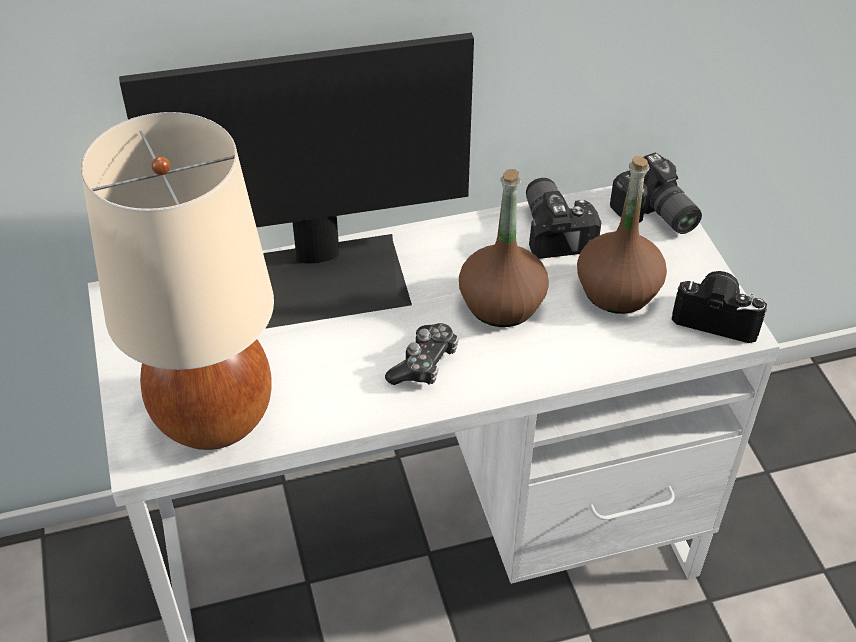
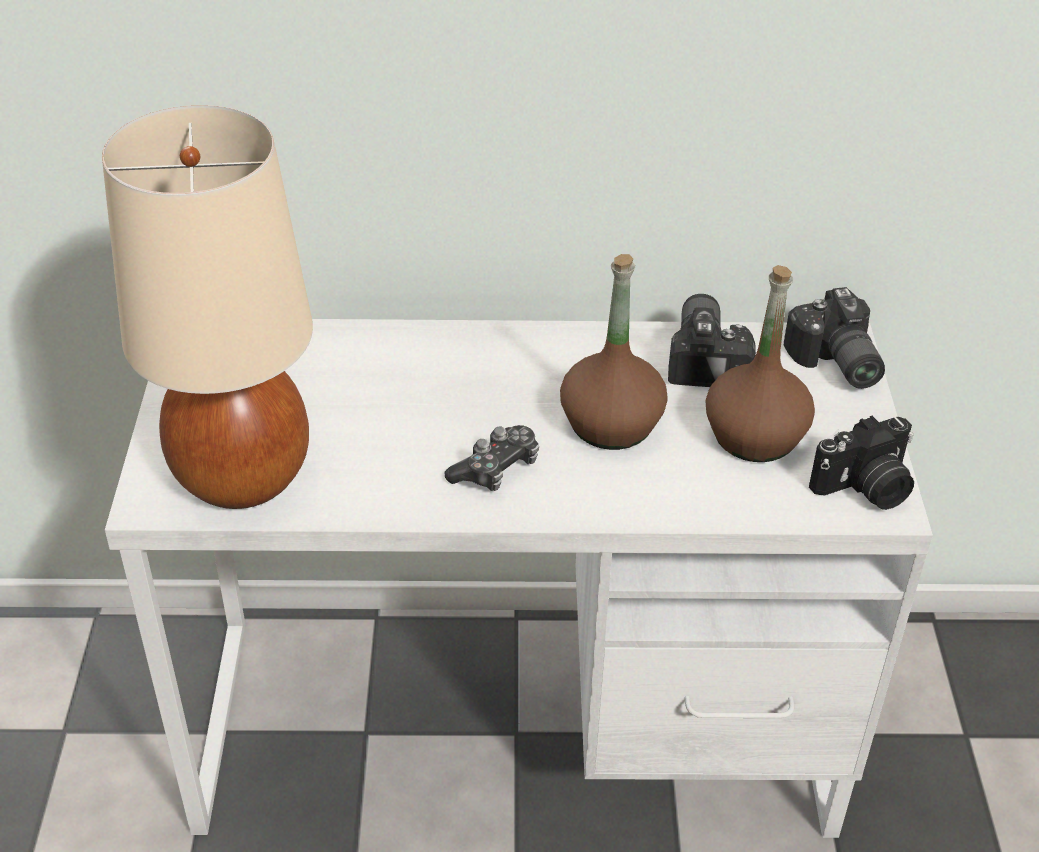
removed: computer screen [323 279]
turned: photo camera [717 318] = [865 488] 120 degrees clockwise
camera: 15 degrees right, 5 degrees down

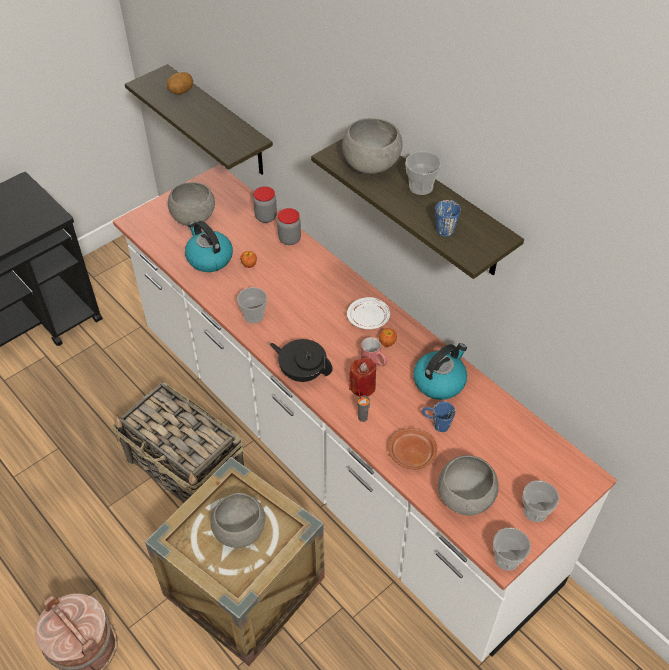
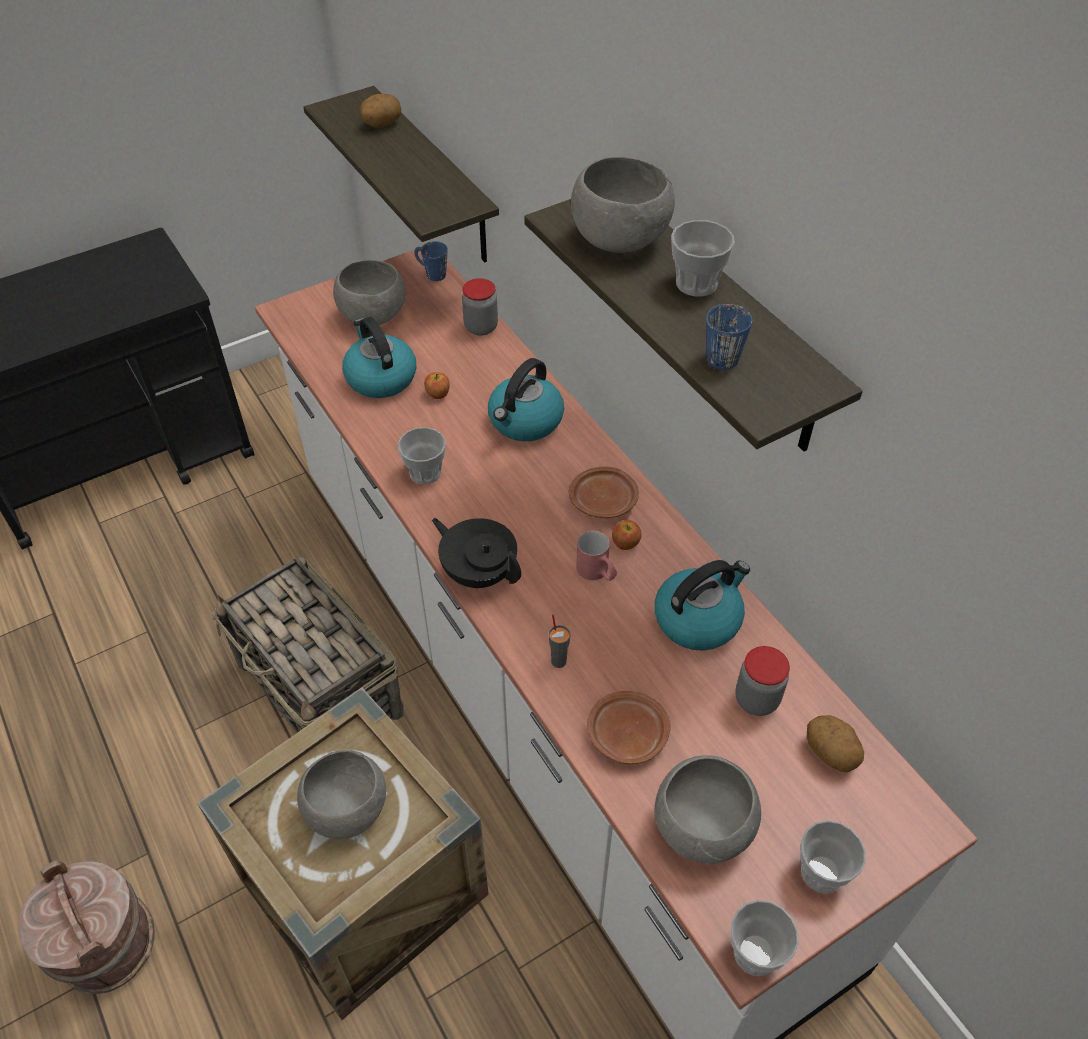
removed: reddish wax candle [362 386]
added: water kettle [525 421]; potato [831 753]
moved: bluish tea mug [436 423] to [431 273]; storage jar [289 239] to [756 699]
recoloured: whitish flat dish [368 318] to brown flat dish [604 501]
camera: 10 degrees right, 0 degrees up

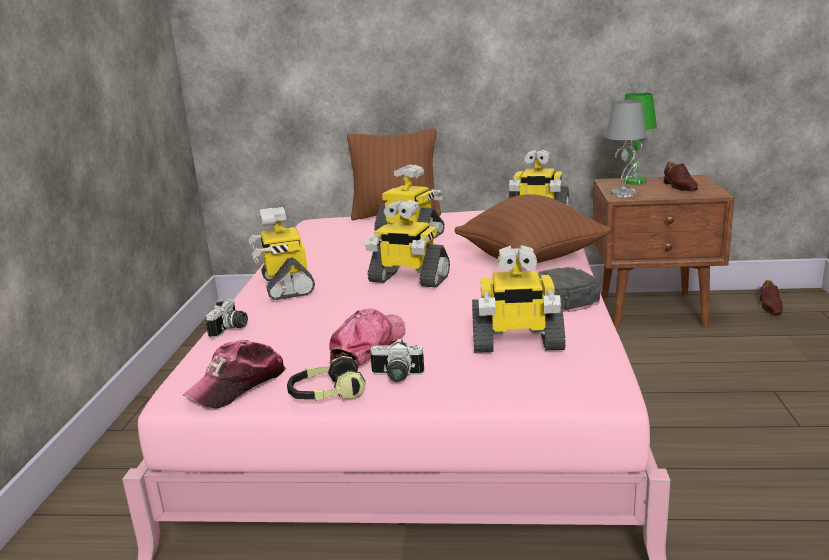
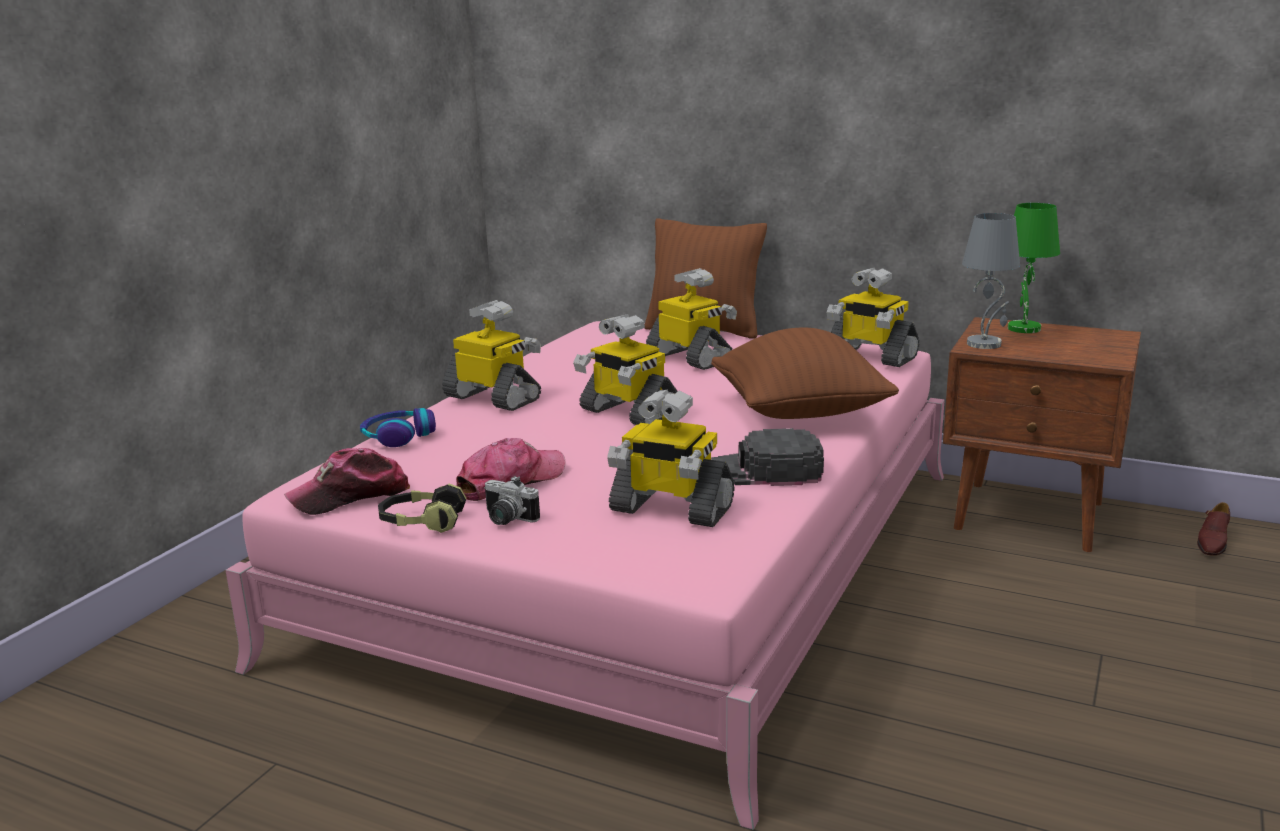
removed: brown low shoe [679 187]
replaced: photo camera [231 329] to headphones [398 437]
turned: robot figure [286 286] = [494 398] 120 degrees clockwise
camera: 20 degrees right, 0 degrees up

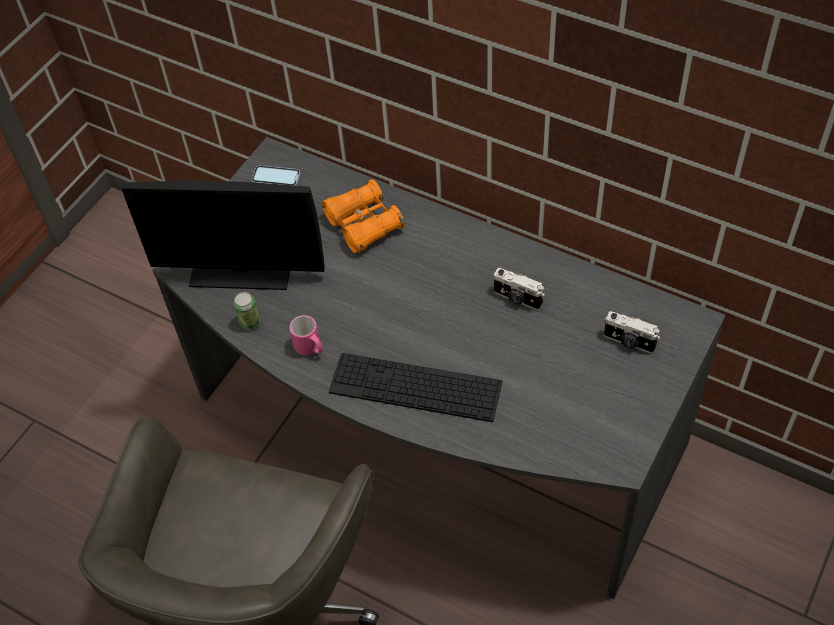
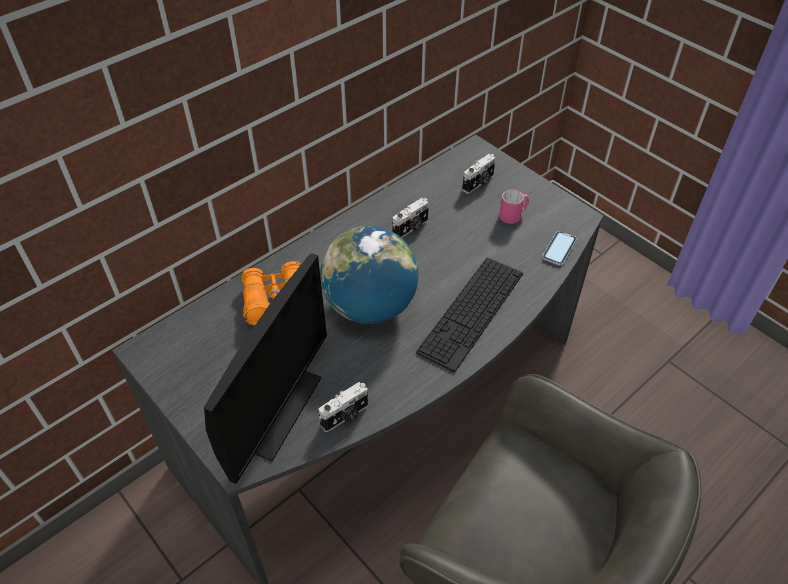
added: world globe [370 306]
moved: pink tea mug [310 348] to [513 216]; telephone [276 177] to [559 249]
replaced: sealed can [249 322] to photo camera [345 416]
camera: 75 degrees left, 5 degrees down

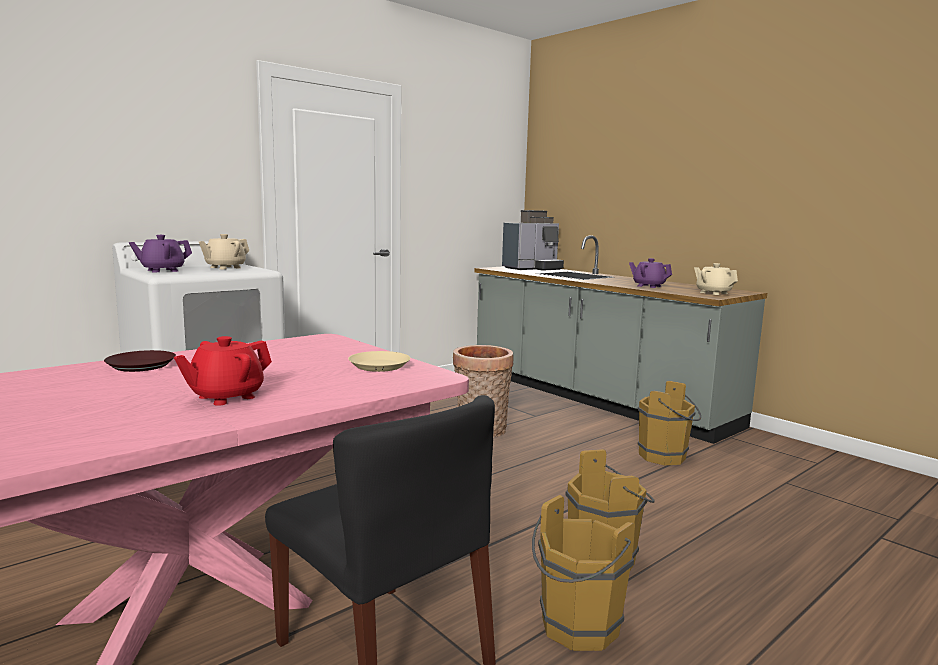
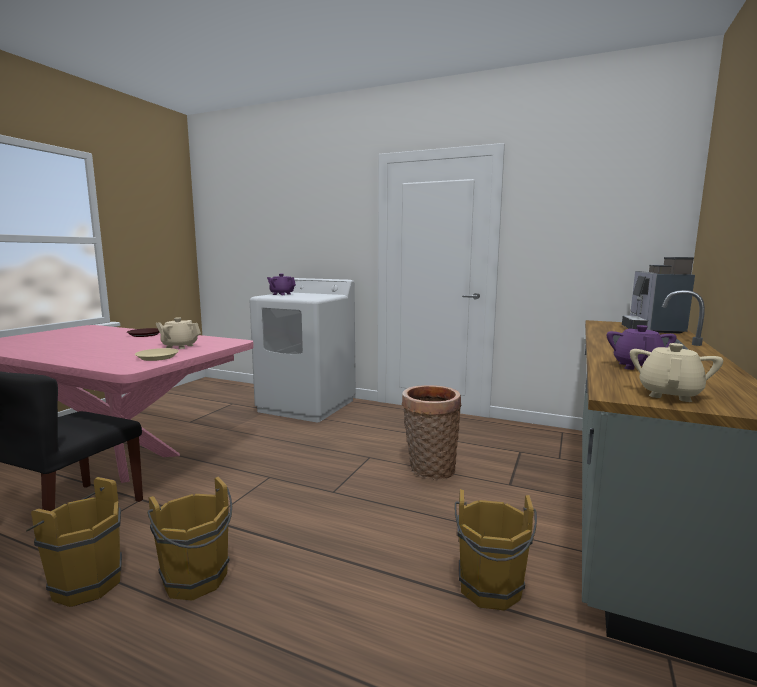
removed: reddish pot for tea [226 397]
moved: beige-coloured pot for tea [225 267] to [179 346]
turned: coffee maker [533 268] = [652 328] 75 degrees clockwise
camera: 65 degrees right, 0 degrees up

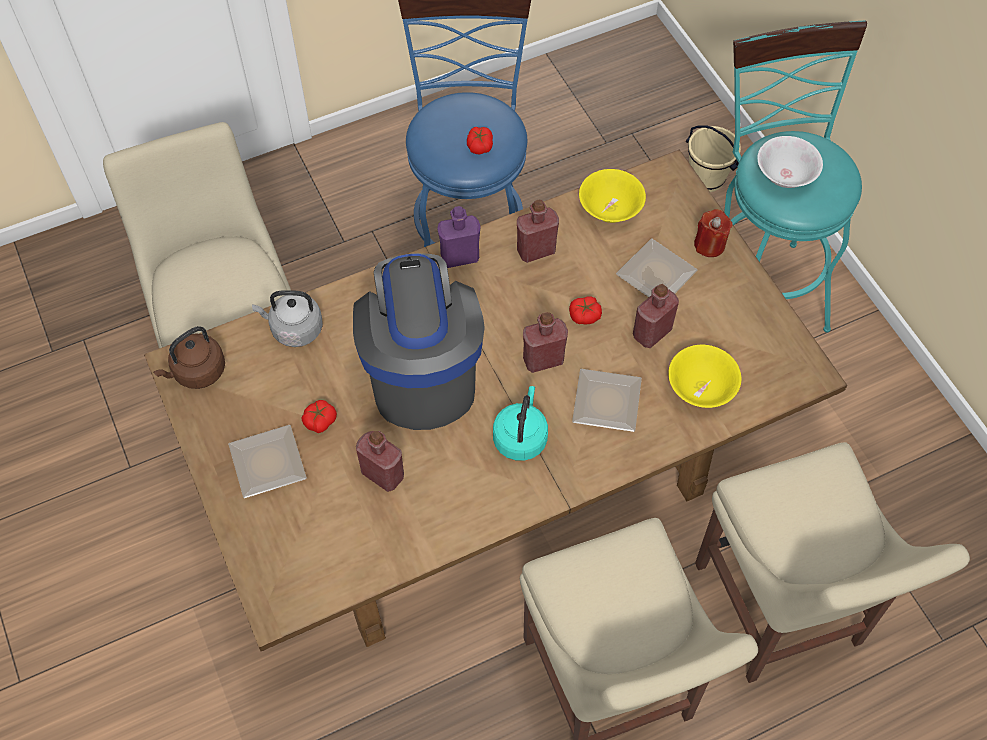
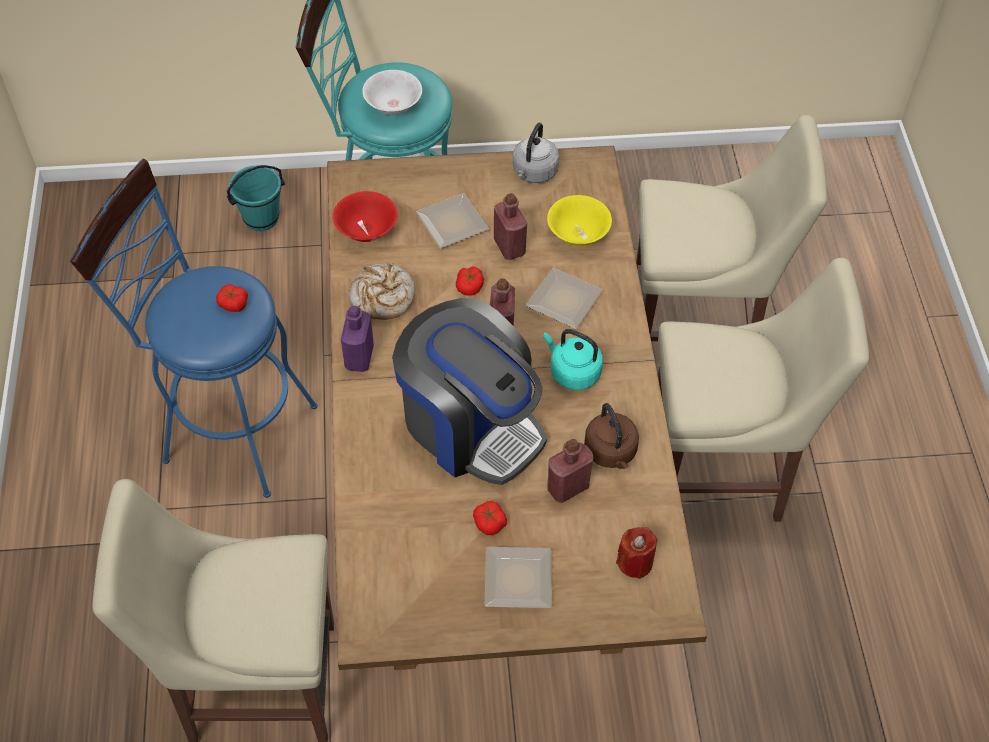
moved: greyish water kettle [294 329] to [534 173]; brown water kettle [197 372] to [611 453]; reddish wax candle [709 245] to [635 562]
replaced: reddish beverage bottle [536 250] to bread [382 298]
recoloured: beige-coloured bucket [707 179] to blue-green bucket [261 218]; yellow serving bowl [610 210] to reddish serving bowl [366 230]
turned: coffee maker [421 370] = [470 425] 150 degrees counterclockwise
camera: 70 degrees left, 5 degrees down

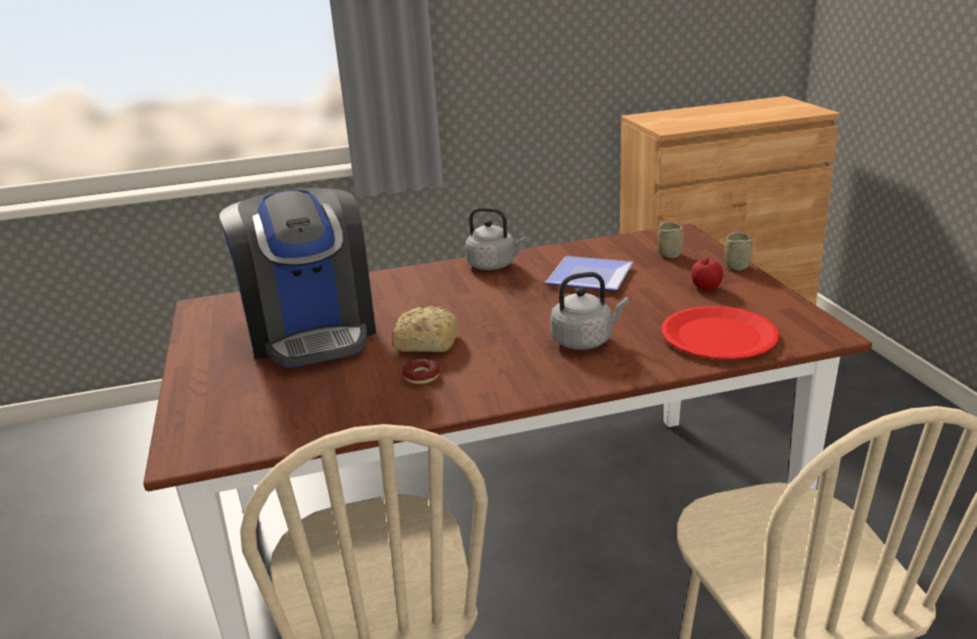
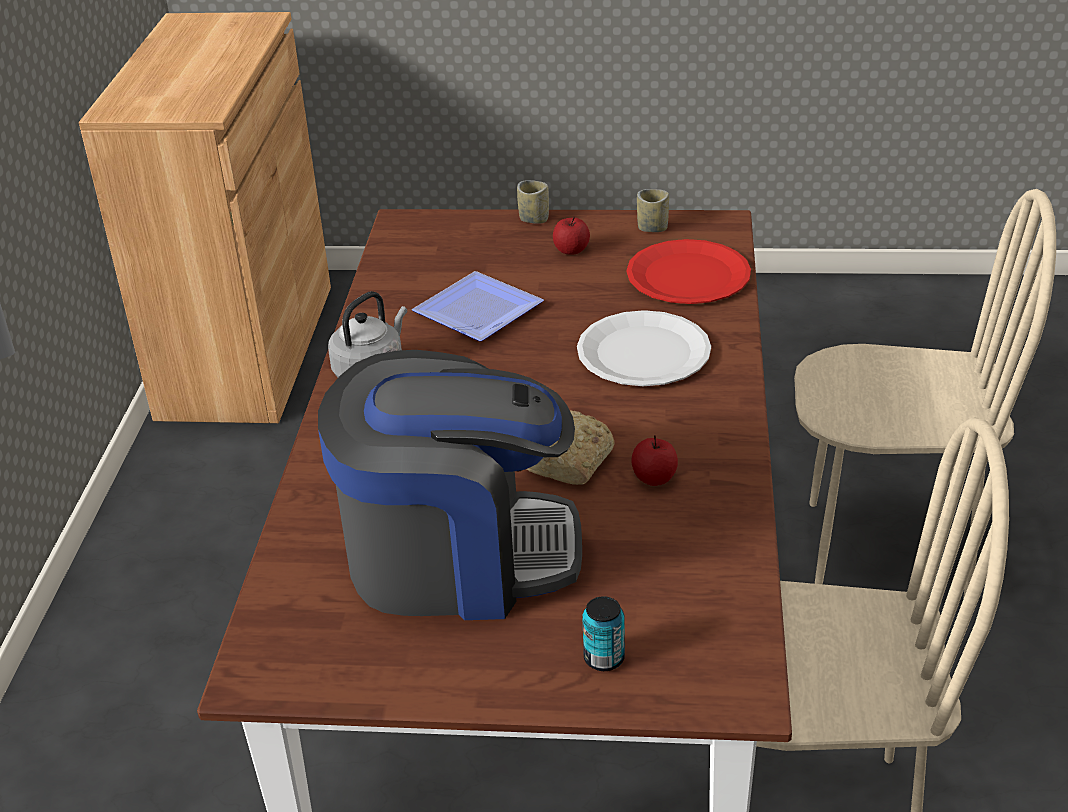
added: sealed can [604 658]
moved: drinking cup [669 254] to [652 228]
replaced: greyish water kettle [585 341] to whitish flat dish [643 352]; doughnut [421 376] to whole apple [654 478]
camera: 70 degrees left, 10 degrees up

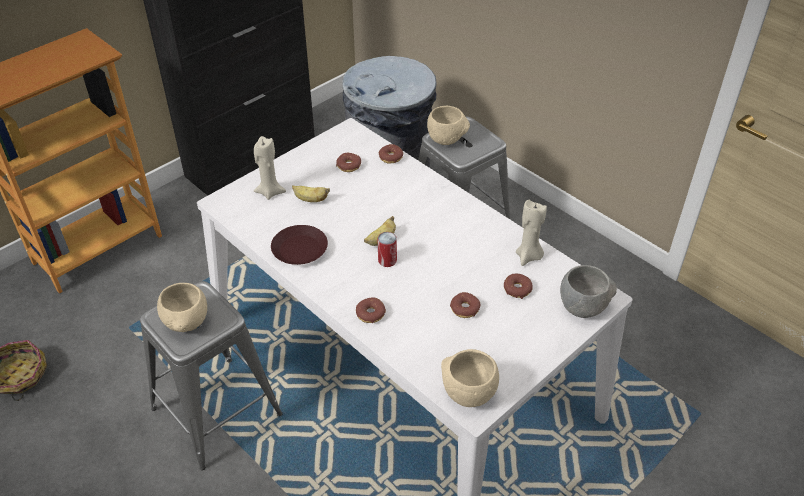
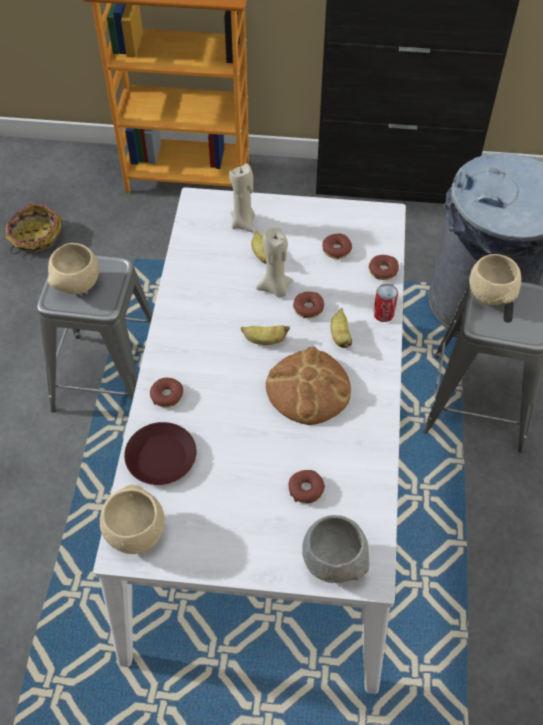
added: bread [309 388]; whole banana [340 336]
moved: brown flat dish [299 250] to [160 457]; beige-coloured wax candle [528 257] to [275 288]; doughnut [465 309] to [308 308]; sealed can [387 260] to [383 314]
camera: 50 degrees right, 10 degrees up

